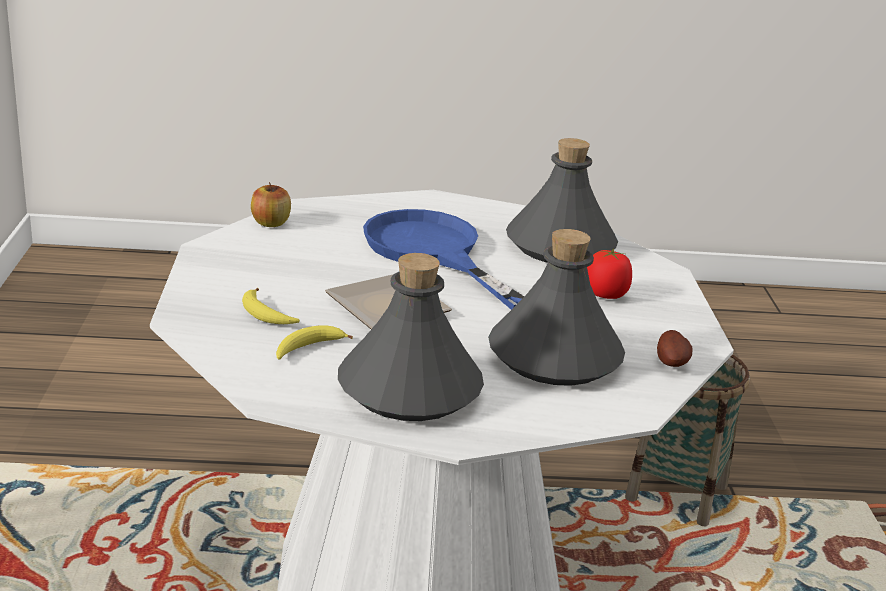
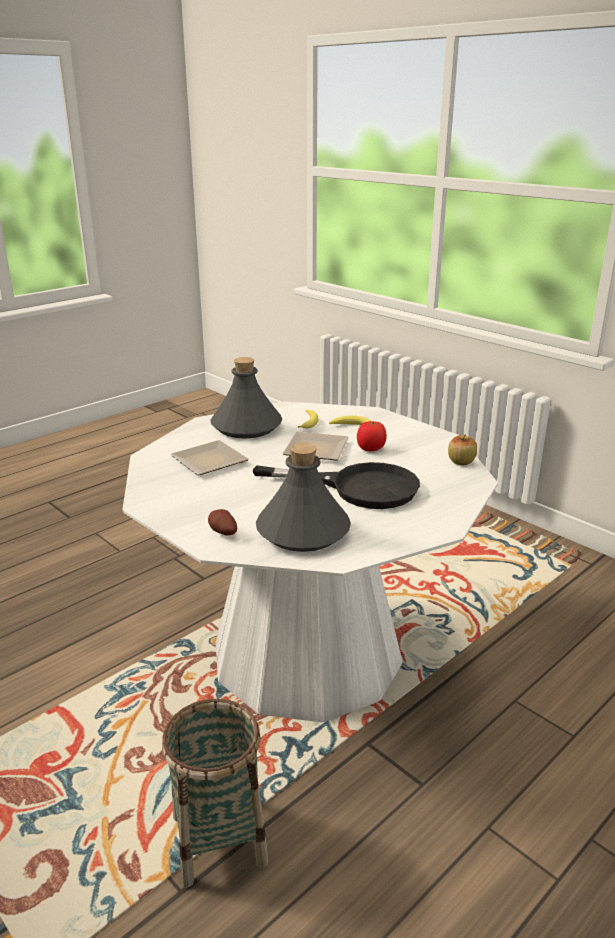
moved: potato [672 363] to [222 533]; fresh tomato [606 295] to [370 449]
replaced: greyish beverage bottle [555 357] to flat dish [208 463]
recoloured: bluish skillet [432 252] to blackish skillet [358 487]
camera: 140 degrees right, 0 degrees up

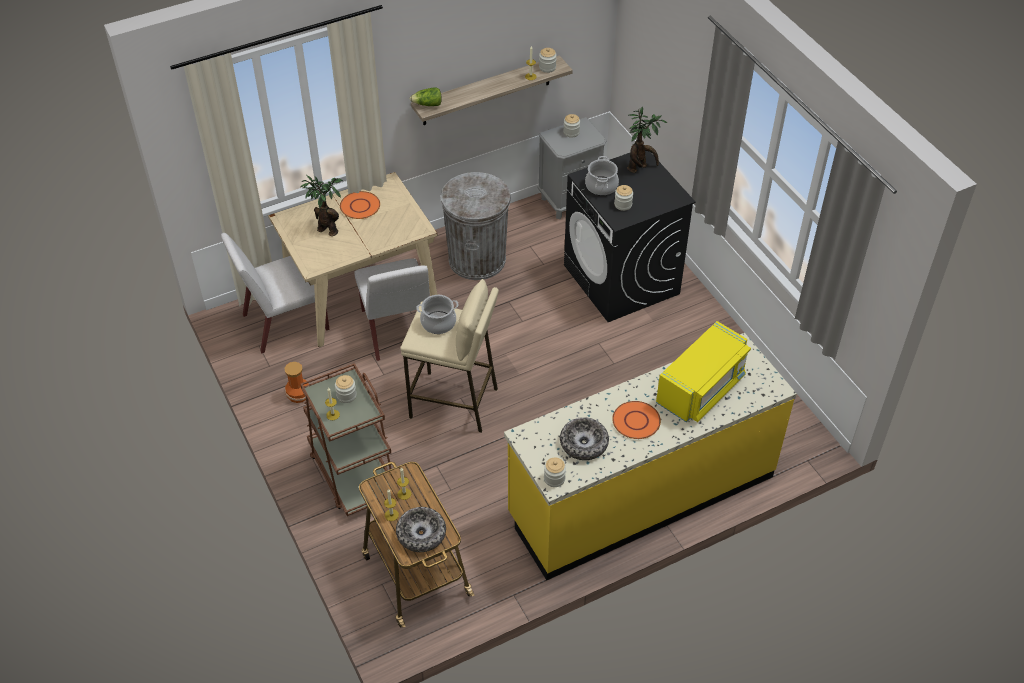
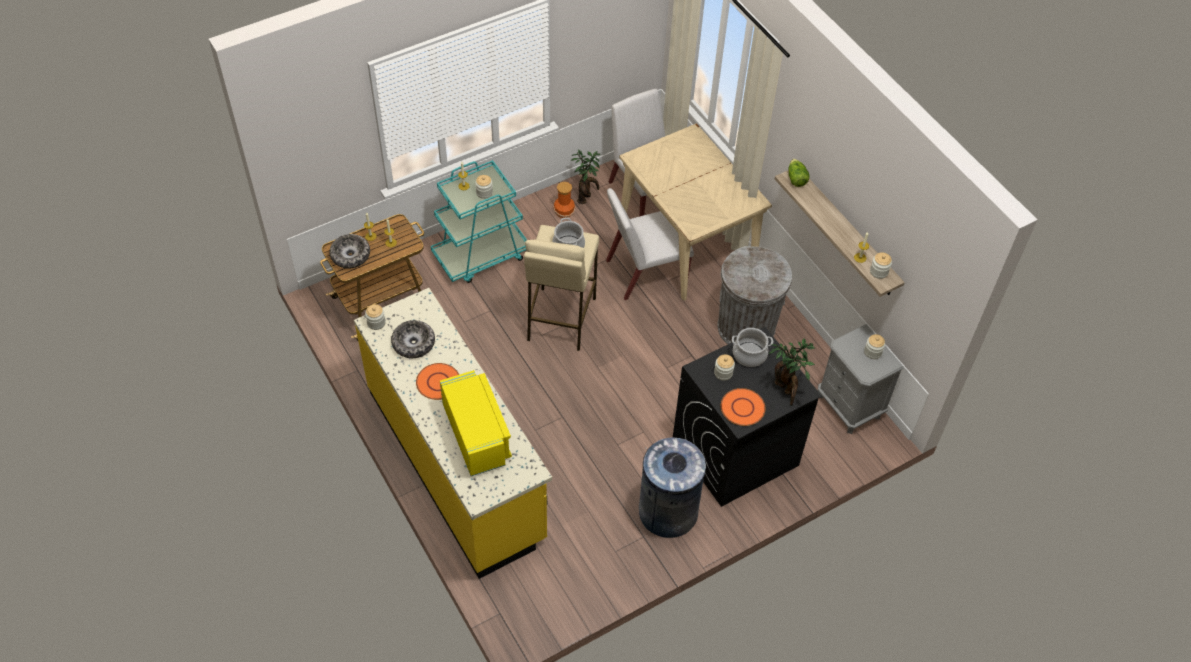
added: greyish rubbish bin [667 512]
moved: houseplant [326 229] to [586 196]; orangey flat dish [360 206] to [743 407]
recoloured: brown cart [353 473] to blue-green cart [481 255]
turned: yellow kitchen microwave [701 389] = [476 435] 150 degrees counterclockwise
camera: 85 degrees right, 5 degrees up

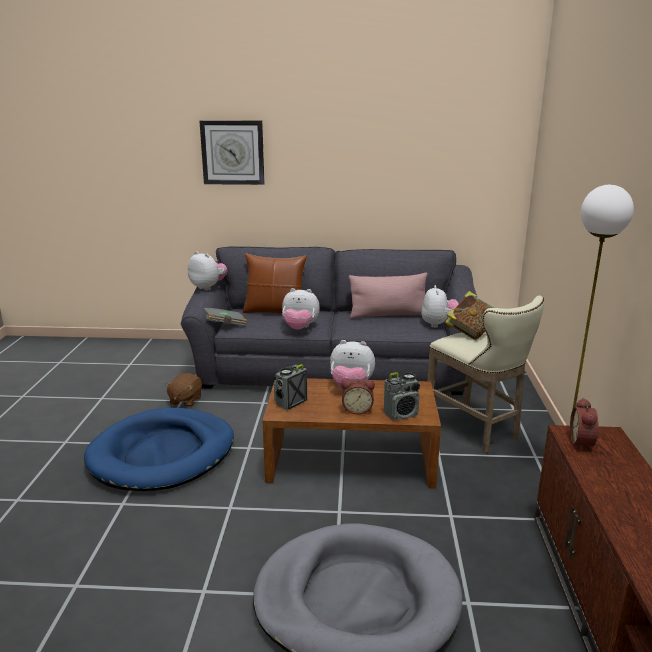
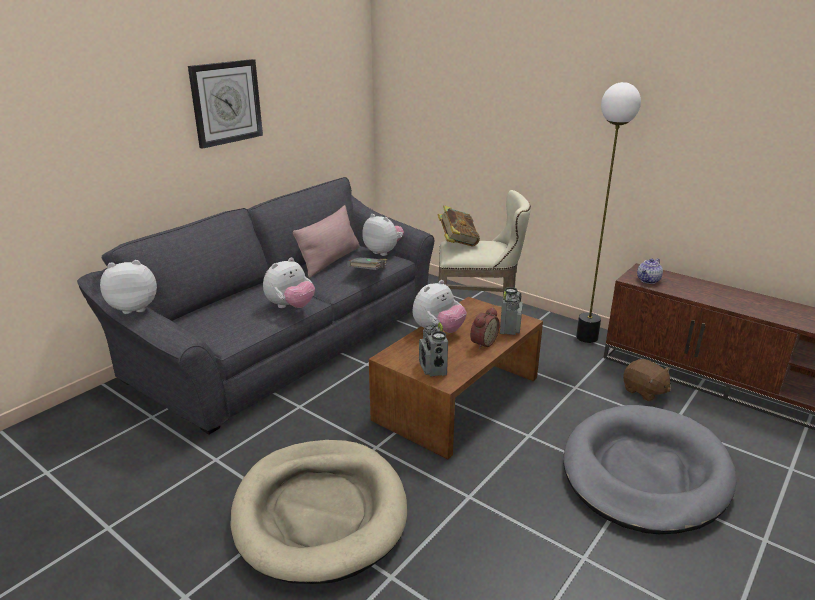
removed: brown pillow [275 311]
moved: wall clock [232 152] to [226 102]; greyish book [225 324] to [369 272]; brown cuddly toy [185 400] to [644 391]
replaced: alarm clock [583 443] to pot for tea [648 280]
recoloured: bluish dog cushion [163 454] to beige-coloured dog cushion [320 512]
camera: 55 degrees left, 5 degrees up

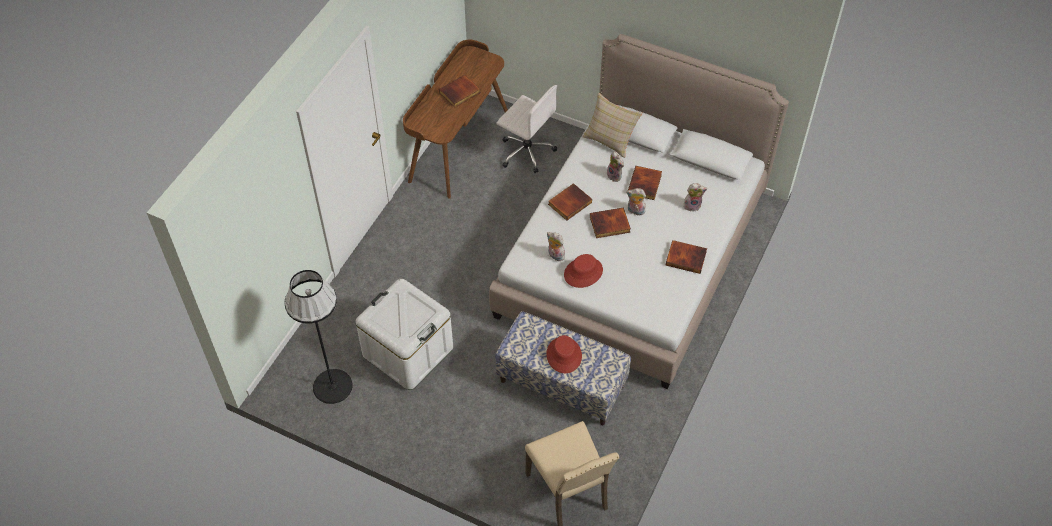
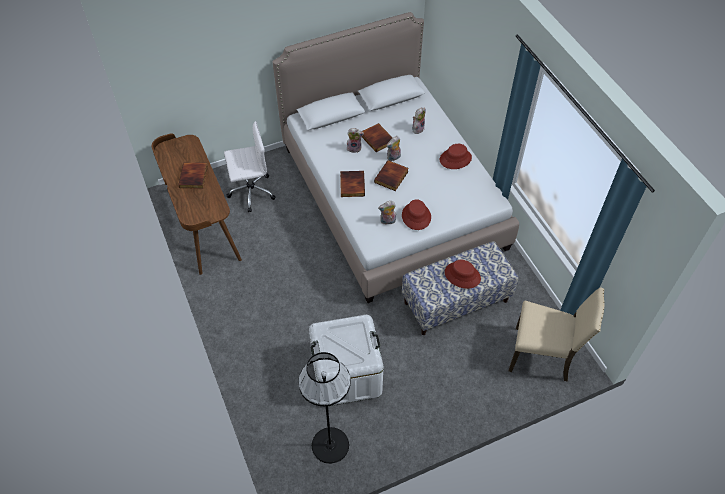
removed: beige-coloured pillow [610 139]
replaced: book [686 258] to reddish wearable hat [455 159]
camera: 50 degrees left, 0 degrees up

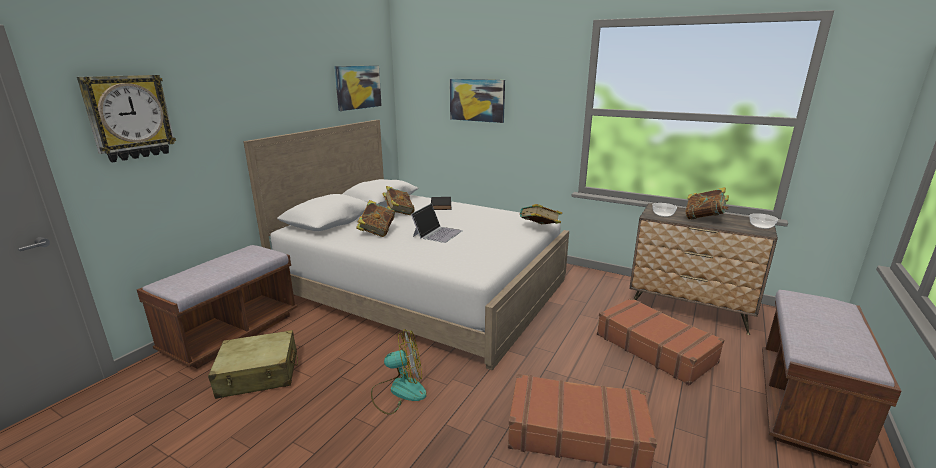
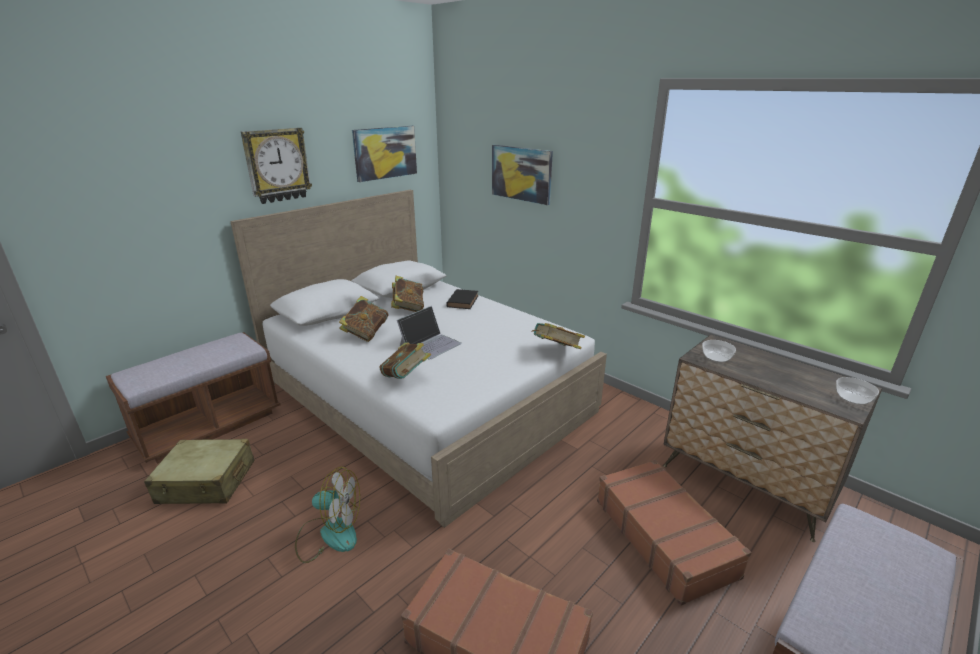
moved: wall clock [129 117] to [277 165]; book [704 218] to [406 377]
camera: 15 degrees right, 5 degrees up

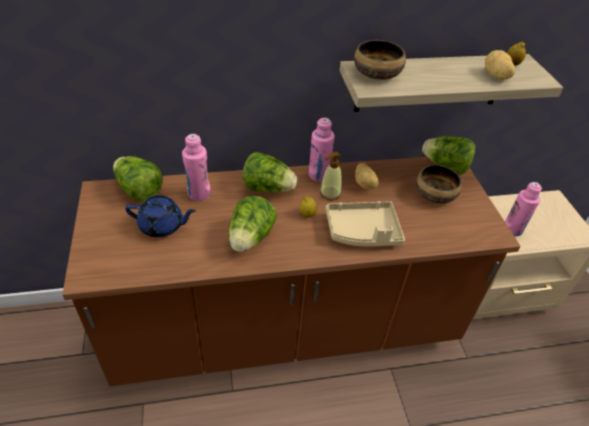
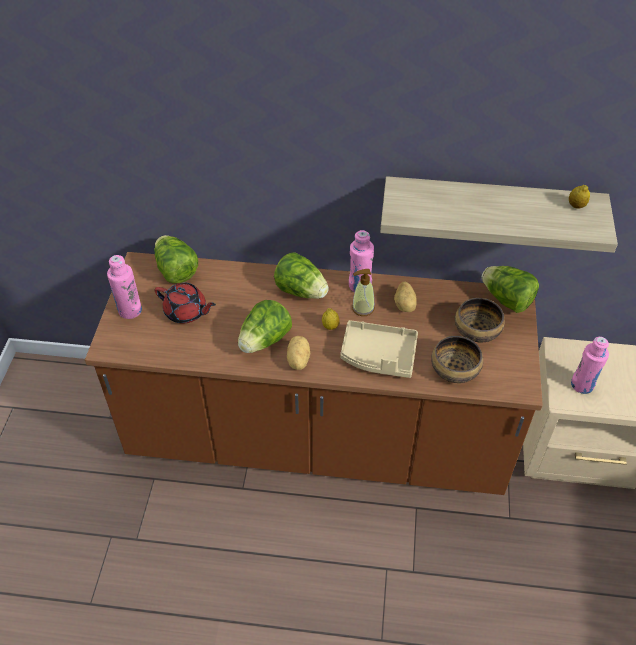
moved: pink beverage bottle [199 194] to [130 310]; potato [496 76] to [297 360]; serving bowl [376 74] to [454 370]
recoloured: bluish pot for tea [162 226] to reddish pot for tea [186 312]
camera: 20 degrees right, 5 degrees up

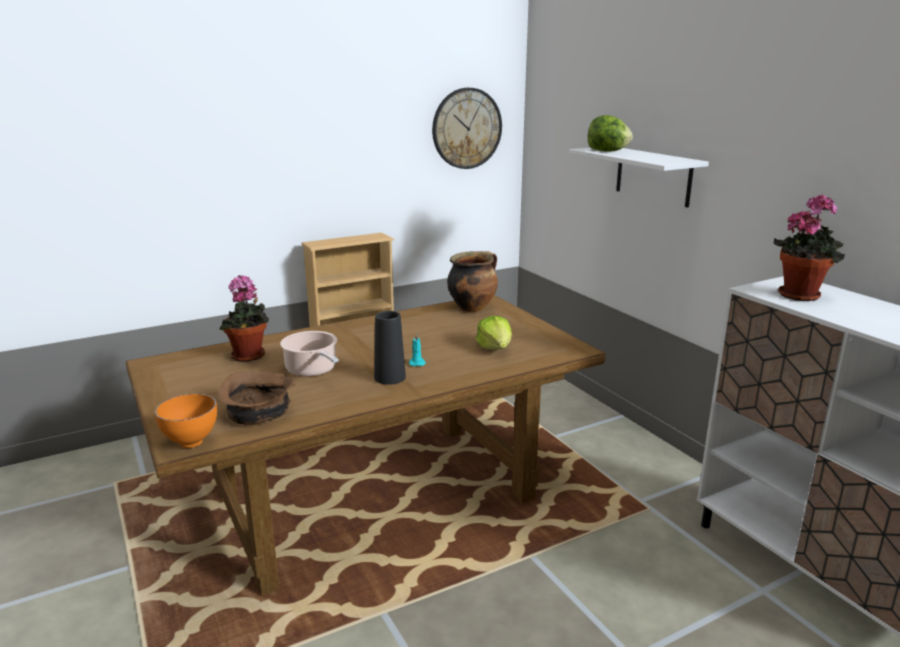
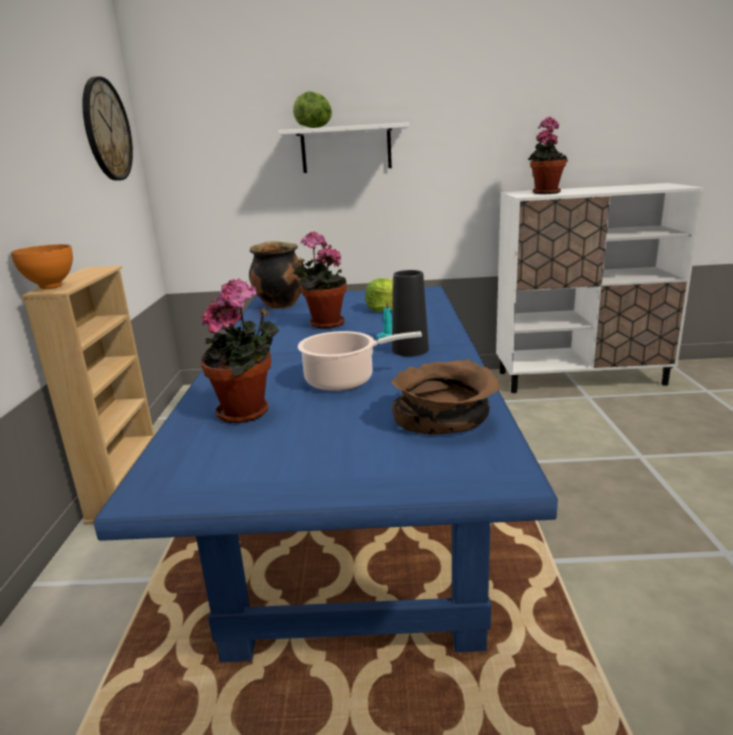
added: houseplant [324 324]
moved: orangey serving bowl [193 443] to [52 287]
recoloured: brown dinner table [374 497] to bluish dinner table [356 524]
camera: 60 degrees left, 0 degrees up

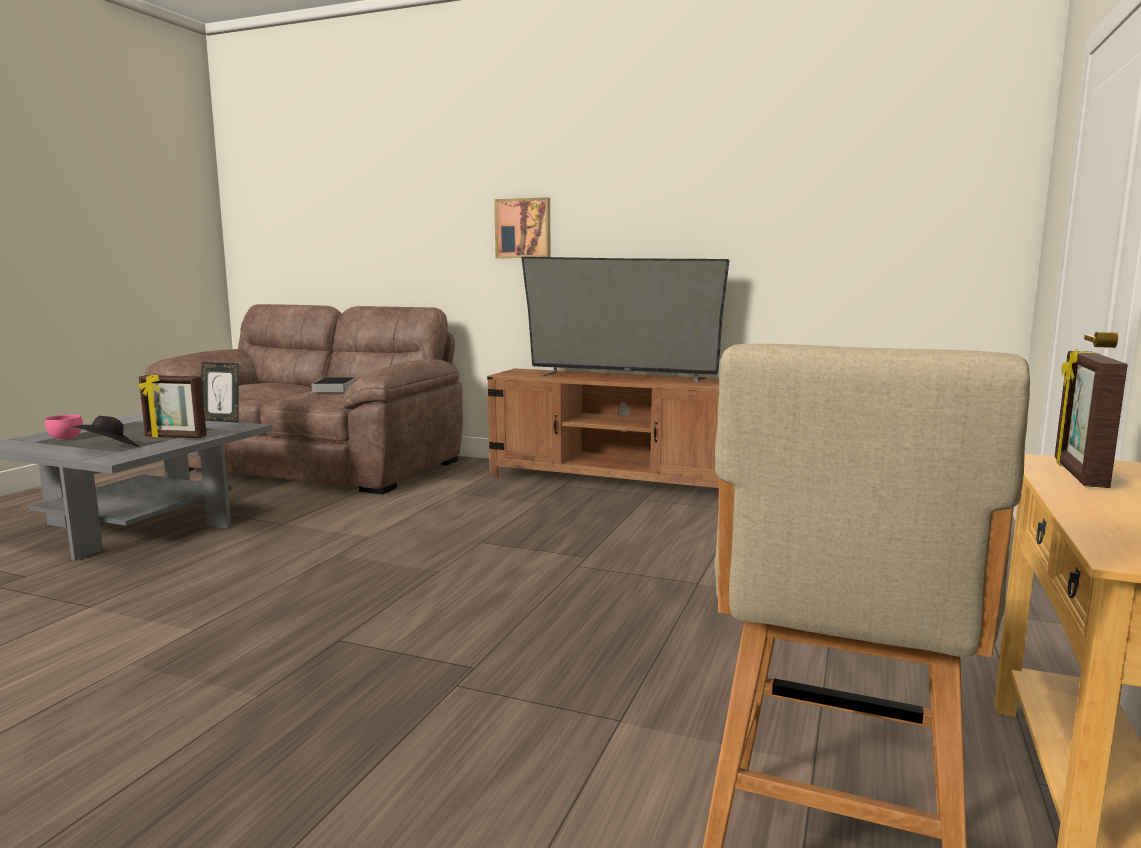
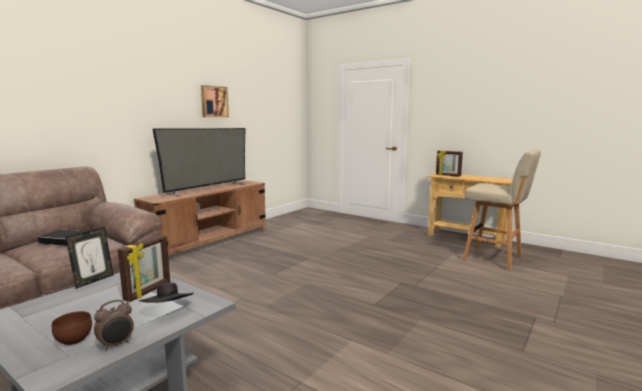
added: alarm clock [116 345]
moved: picture [523 228] to [214 101]
recoloured: pink serving bowl [67 438] to brown serving bowl [74 339]
camera: 75 degrees left, 0 degrees up

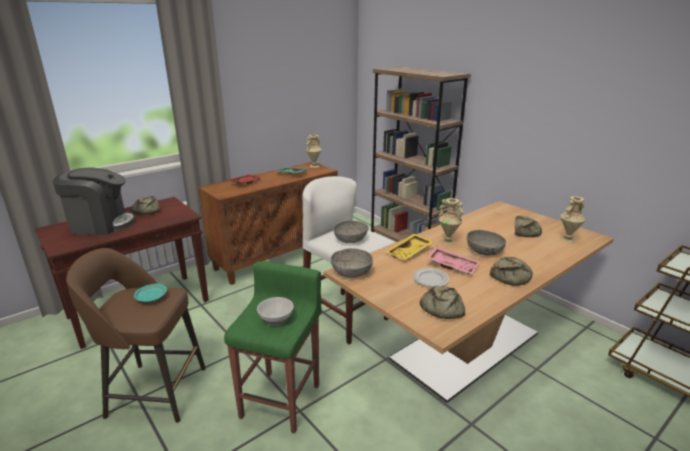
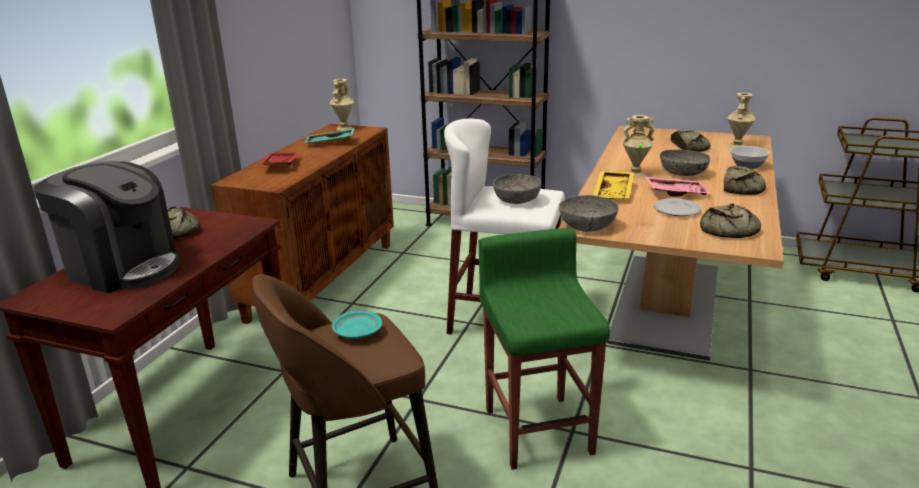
moved: serving bowl [276 320] to [748 166]
turned: coffee maker [101 224] = [122 268] 60 degrees clockwise
camera: 30 degrees left, 0 degrees up

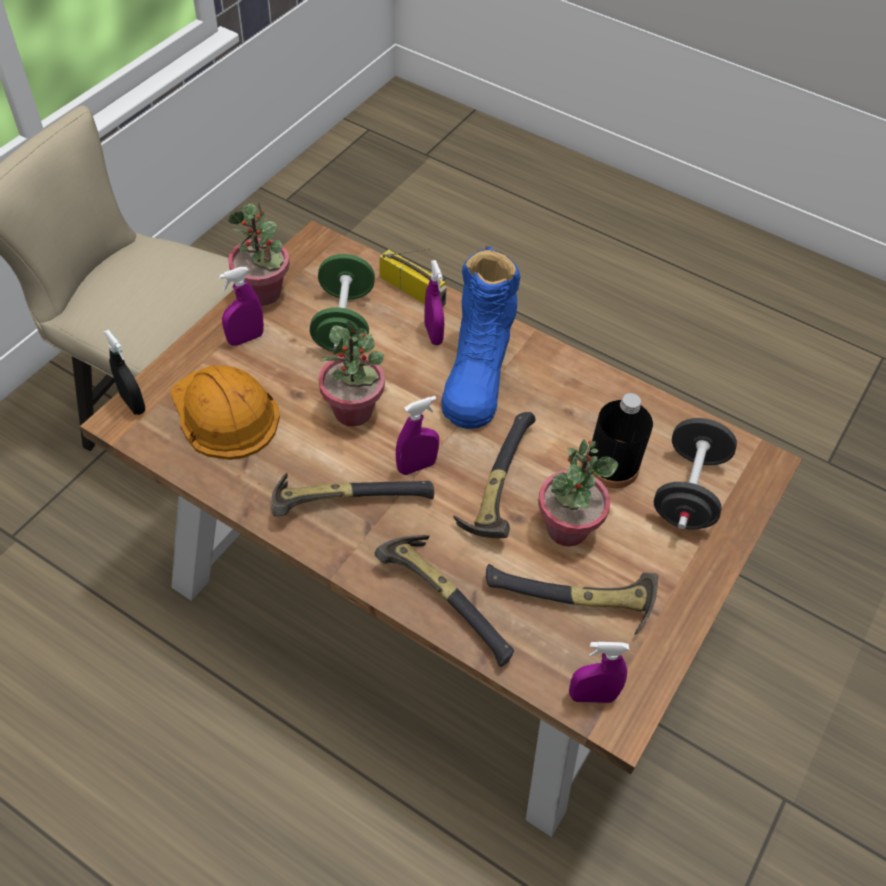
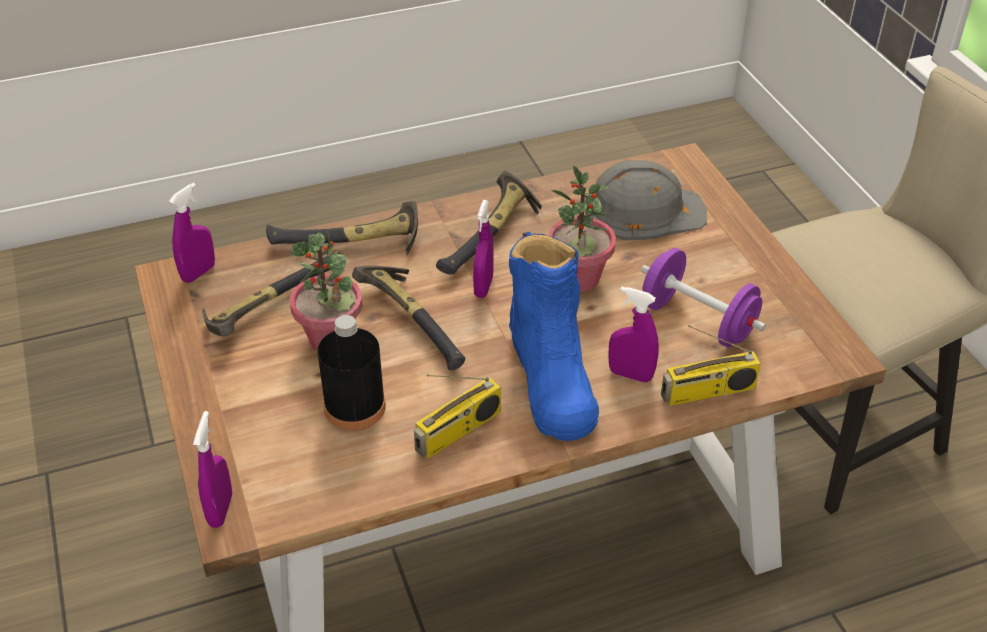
removed: blackish sprayer [133 403]; houseplant [263 293]; blackish dumbbell [688 491]
added: radio set [458 432]
moved: purplish sprayer [246 339] to [220 510]
recoloured: orangey safety helmet [224 413] to greyish safety helmet [644 210]; greenish dumbbell [344 323] to purplish dumbbell [698 321]
turned: bluish boot [477 373] = [551 378] 150 degrees counterclockwise
camera: 130 degrees right, 10 degrees down

